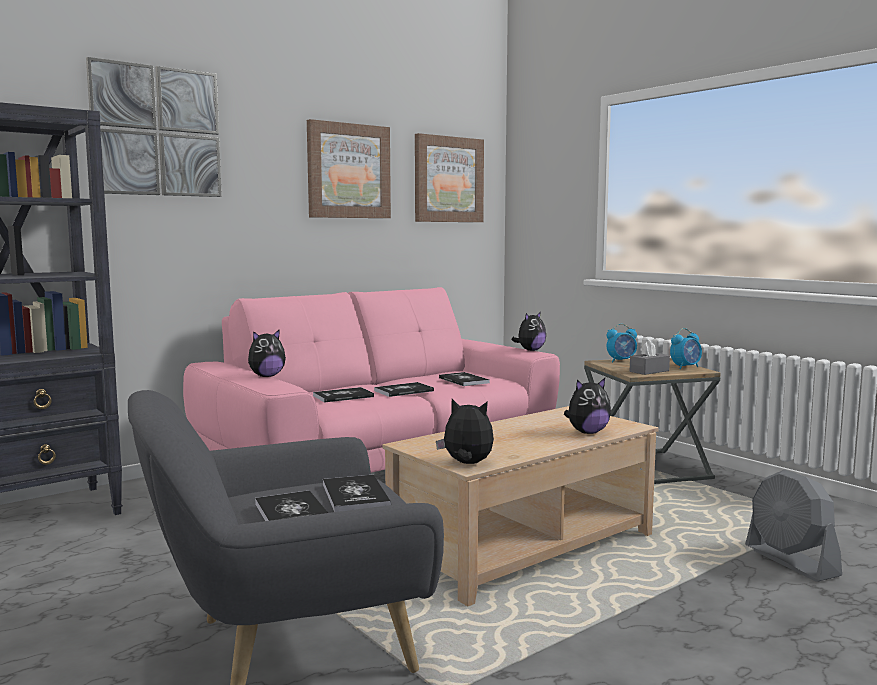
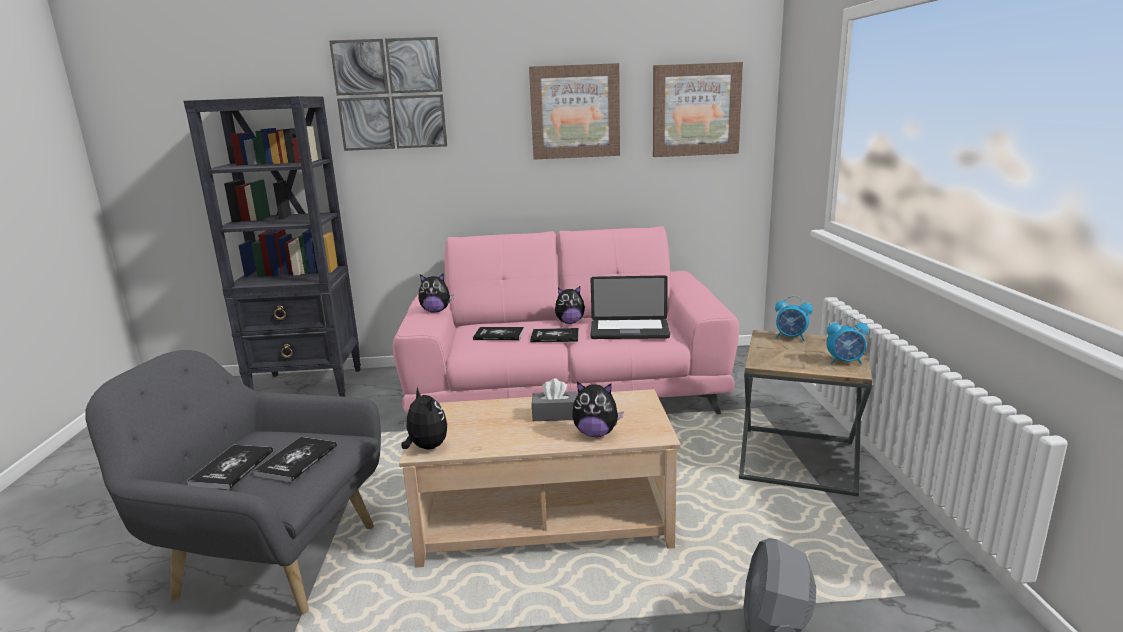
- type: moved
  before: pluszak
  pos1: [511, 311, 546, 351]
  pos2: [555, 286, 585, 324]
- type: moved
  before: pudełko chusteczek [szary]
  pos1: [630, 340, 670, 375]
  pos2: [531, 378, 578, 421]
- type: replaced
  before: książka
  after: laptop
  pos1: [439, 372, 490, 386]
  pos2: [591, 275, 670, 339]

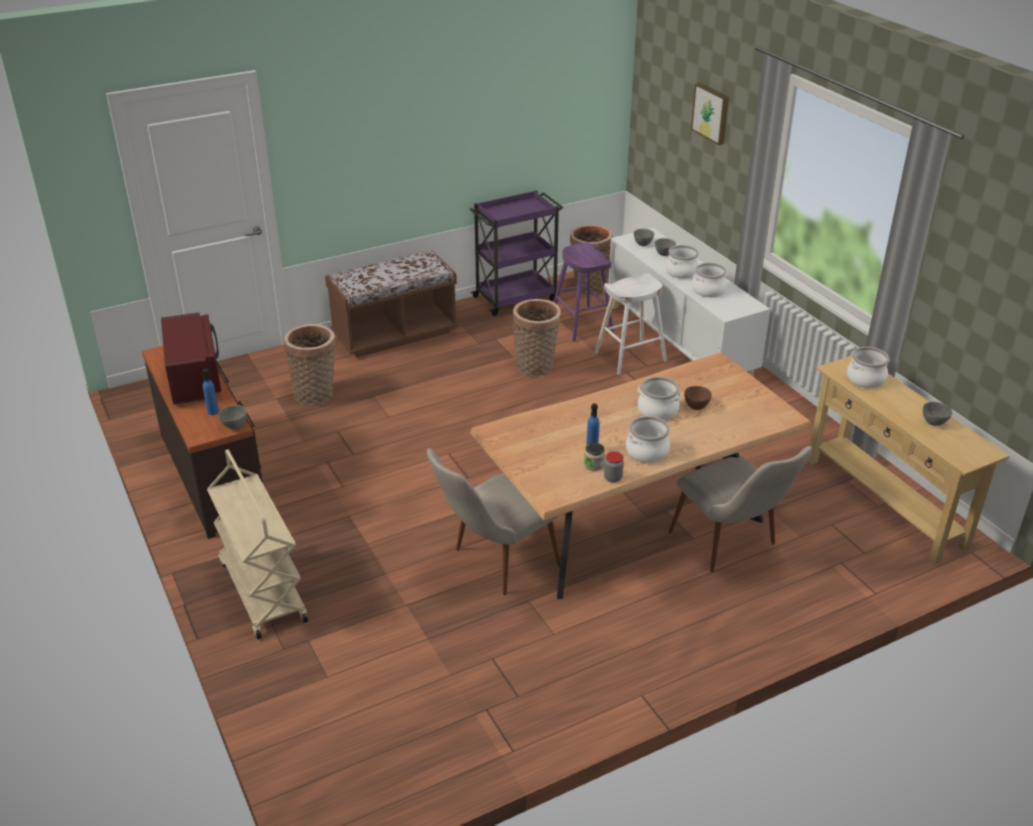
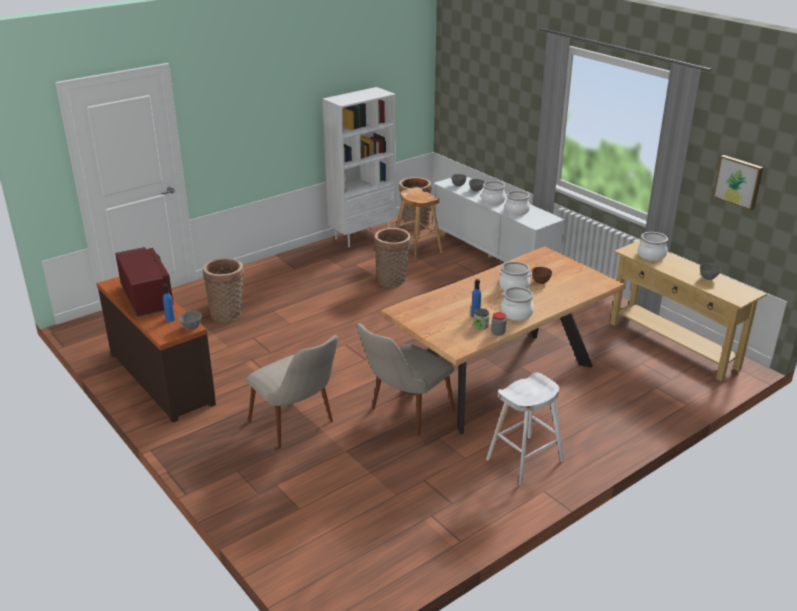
- type: moved
  before: obraz
  pos1: [691, 83, 729, 145]
  pos2: [713, 155, 763, 210]
- type: replaced
  before: wózek [fioletowy]
  after: regał [biały]
  pos1: [469, 190, 563, 316]
  pos2: [322, 87, 396, 247]
- type: recoloured
  before: stołek [fioletowy]
  after: stołek [brązowy]
  pos1: [554, 242, 614, 342]
  pos2: [396, 187, 443, 261]
- type: removed
  before: ławka [brązowy]
  pos1: [325, 251, 458, 357]
- type: moved
  before: stołek [biały]
  pos1: [594, 273, 667, 375]
  pos2: [486, 372, 564, 486]
- type: moved
  before: krzesło [beżowy]
  pos1: [669, 446, 812, 572]
  pos2: [246, 335, 338, 449]
- type: removed
  before: wózek [beżowy]
  pos1: [207, 450, 308, 639]

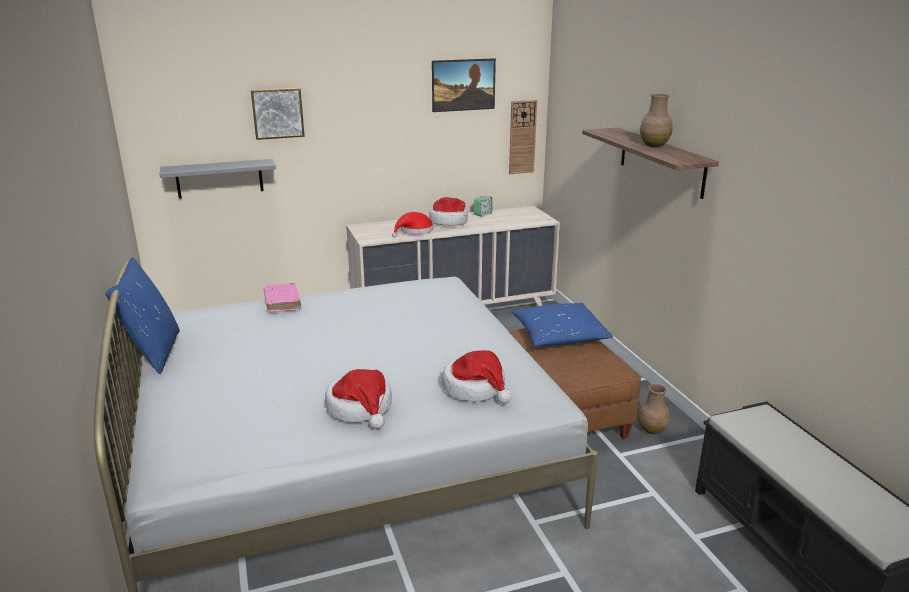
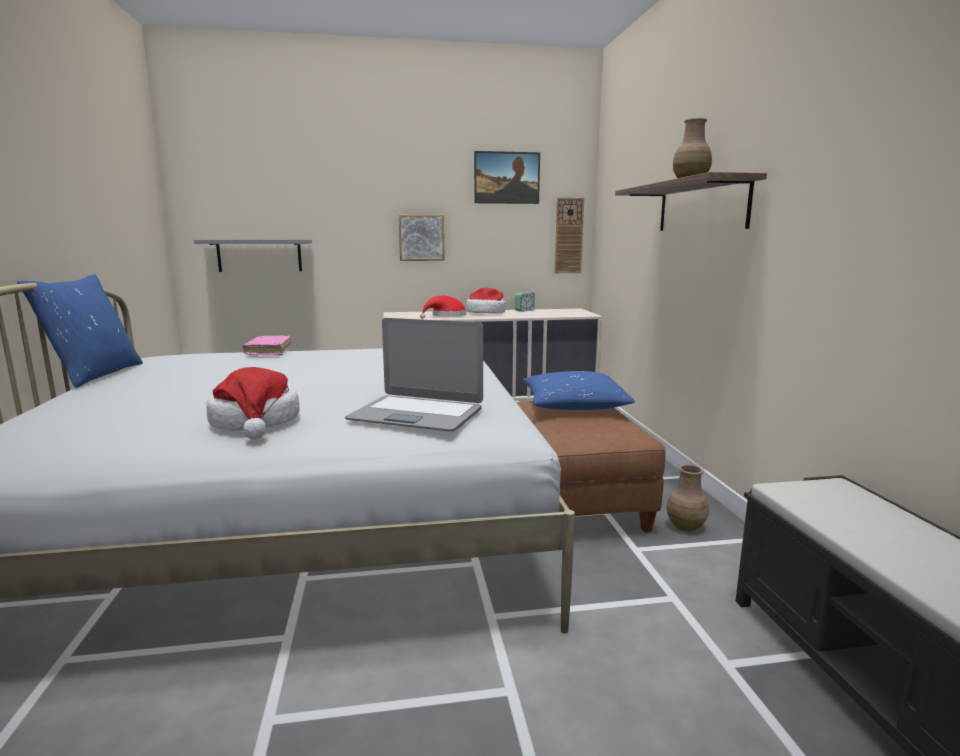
- type: moved
  before: obraz
  pos1: [251, 88, 305, 140]
  pos2: [399, 215, 445, 261]
- type: replaced
  before: kapelusz
  after: laptop
  pos1: [442, 350, 512, 404]
  pos2: [345, 318, 483, 432]

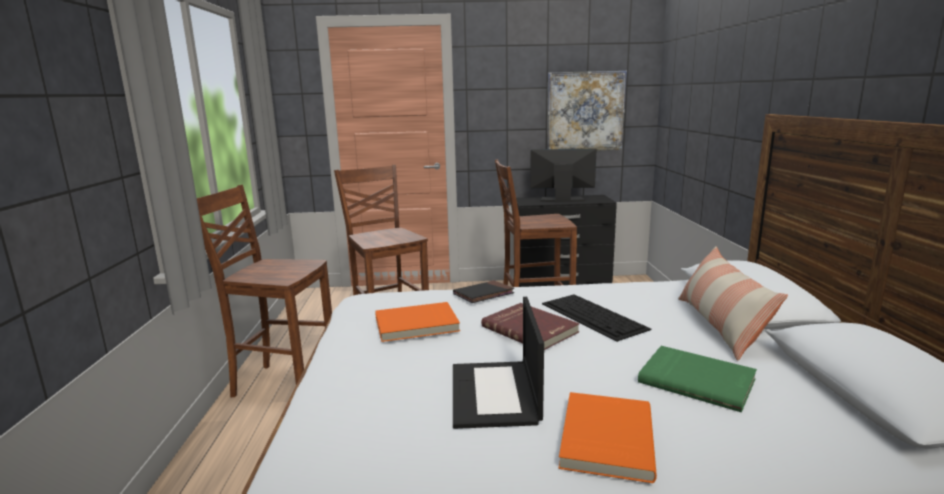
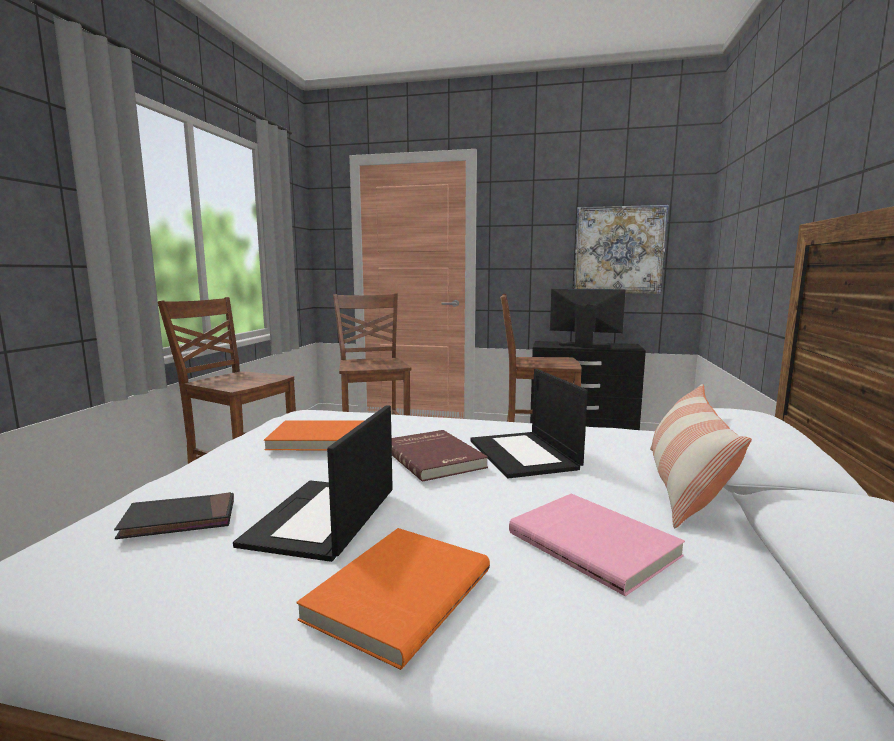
- type: moved
  before: książka [czarny]
  pos1: [453, 280, 514, 303]
  pos2: [114, 492, 234, 539]
- type: replaced
  before: klawiatura
  after: laptop
  pos1: [542, 295, 651, 342]
  pos2: [470, 369, 588, 478]
- type: recoloured
  before: książka [zielony]
  after: książka [różowy]
  pos1: [638, 346, 757, 412]
  pos2: [509, 494, 685, 596]

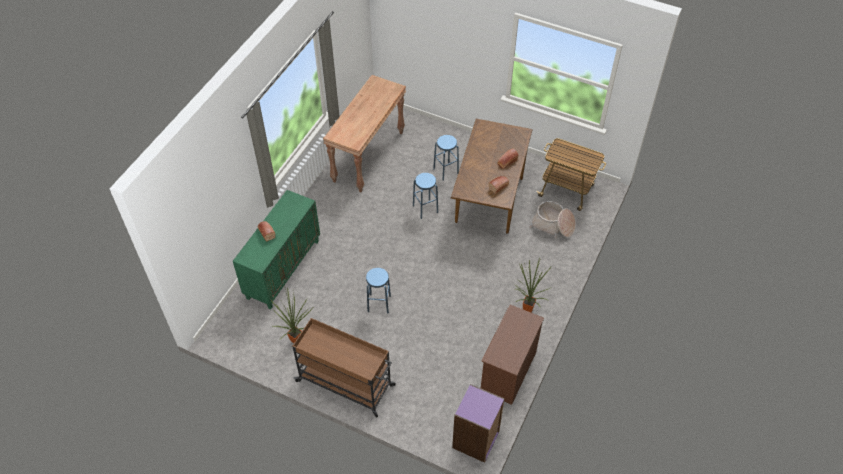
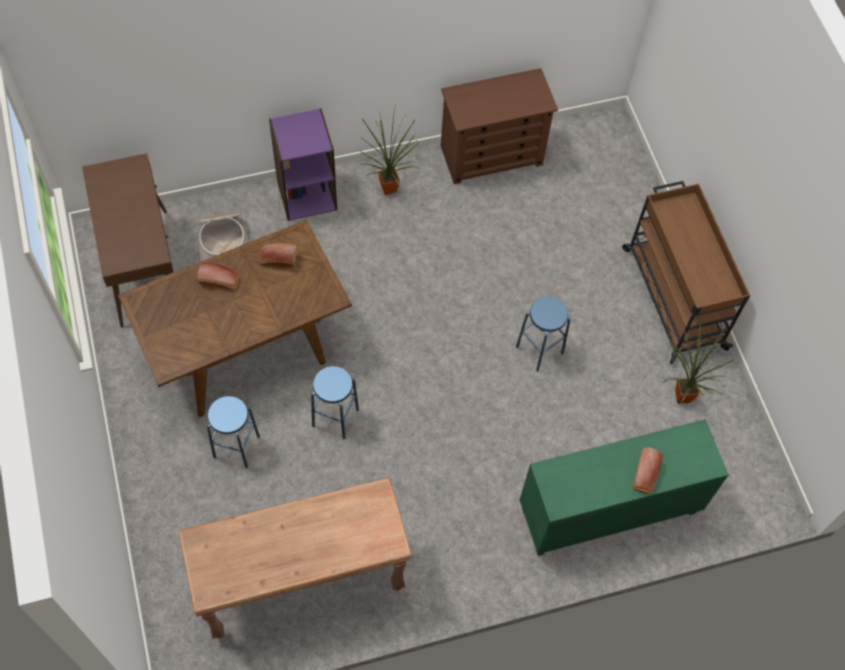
- type: replaced
  before: wózek
  after: stolik konsolowy [brązowy]
  pos1: [536, 138, 606, 211]
  pos2: [82, 153, 173, 327]
- type: moved
  before: regał [fioletowy]
  pos1: [452, 384, 505, 463]
  pos2: [269, 108, 337, 221]

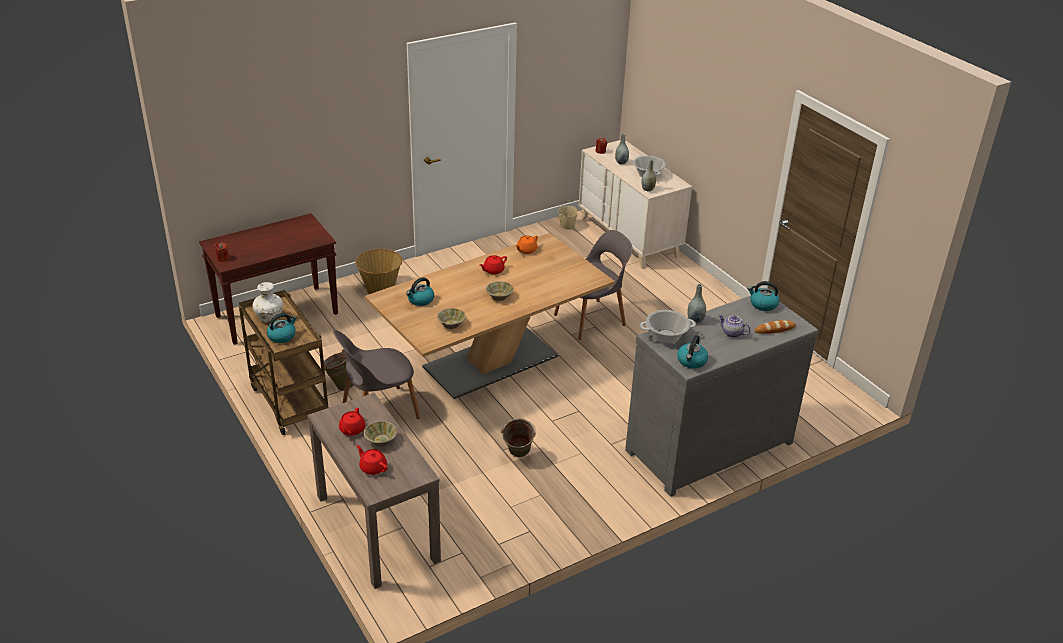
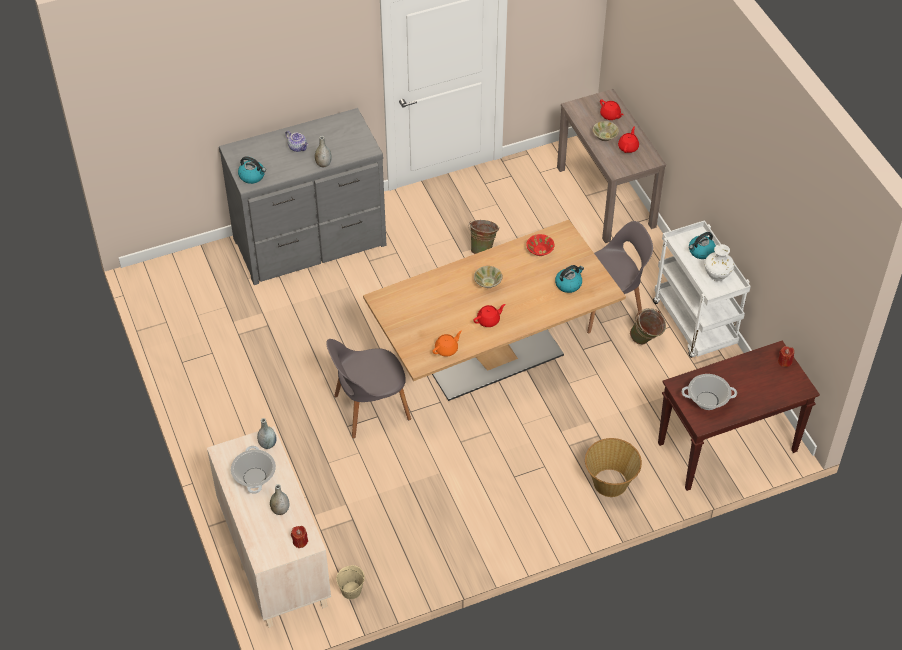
- type: recoloured
  before: wózek [brązowy]
  after: wózek [biały]
  pos1: [239, 290, 328, 435]
  pos2: [653, 220, 751, 358]
- type: recoloured
  before: miska [beżowy]
  after: miska [czerwony]
  pos1: [437, 308, 466, 329]
  pos2: [526, 234, 554, 256]
- type: moved
  before: garnek
  pos1: [640, 310, 696, 343]
  pos2: [682, 374, 737, 410]
- type: removed
  before: chleb
  pos1: [755, 320, 796, 334]
- type: removed
  before: czajnik
  pos1: [677, 335, 708, 369]

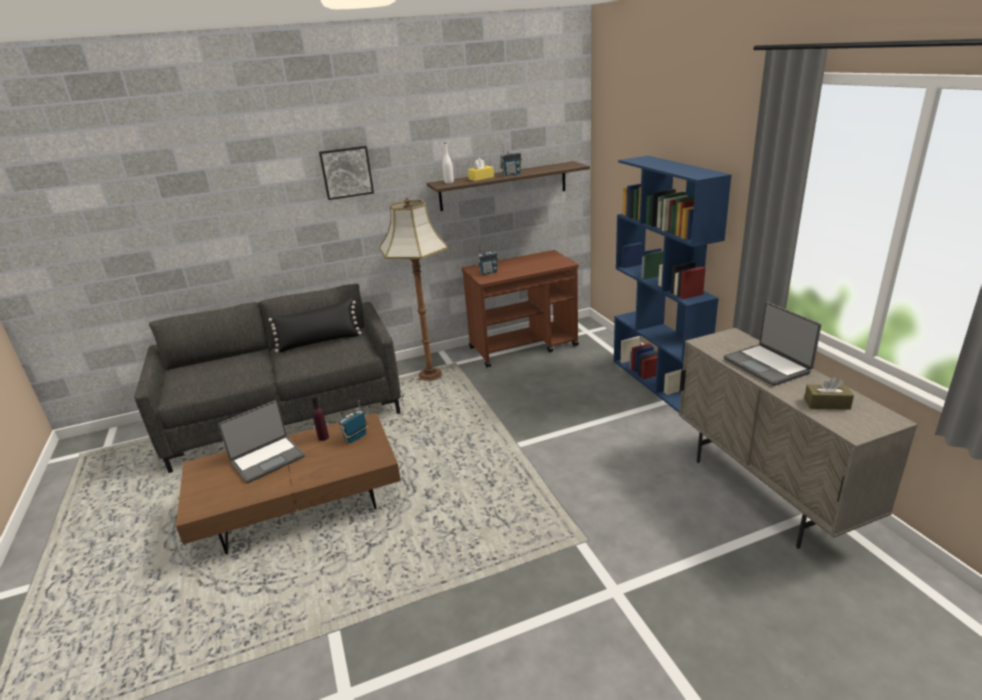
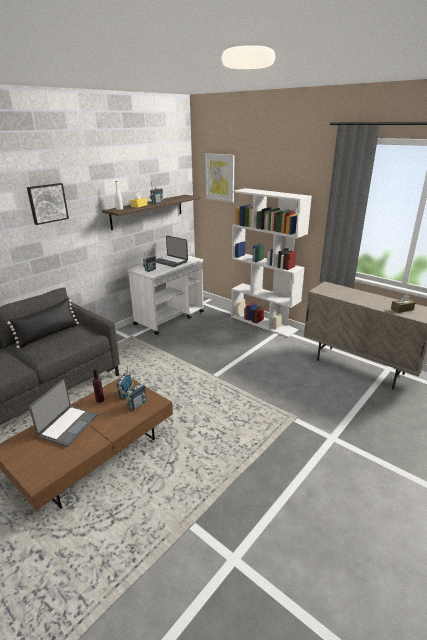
- type: recoloured
  before: regał [niebieski]
  after: regał [biały]
  pos1: [614, 156, 732, 413]
  pos2: [231, 188, 312, 338]
- type: removed
  before: lampa stojąca
  pos1: [379, 198, 449, 381]
- type: recoloured
  before: wózek [brązowy]
  after: wózek [biały]
  pos1: [462, 250, 579, 368]
  pos2: [127, 255, 204, 335]
- type: moved
  before: laptop
  pos1: [724, 302, 821, 386]
  pos2: [156, 236, 188, 267]
- type: added
  after: obraz
  pos2: [205, 153, 235, 203]
- type: added
  after: radio
  pos2: [125, 383, 146, 410]

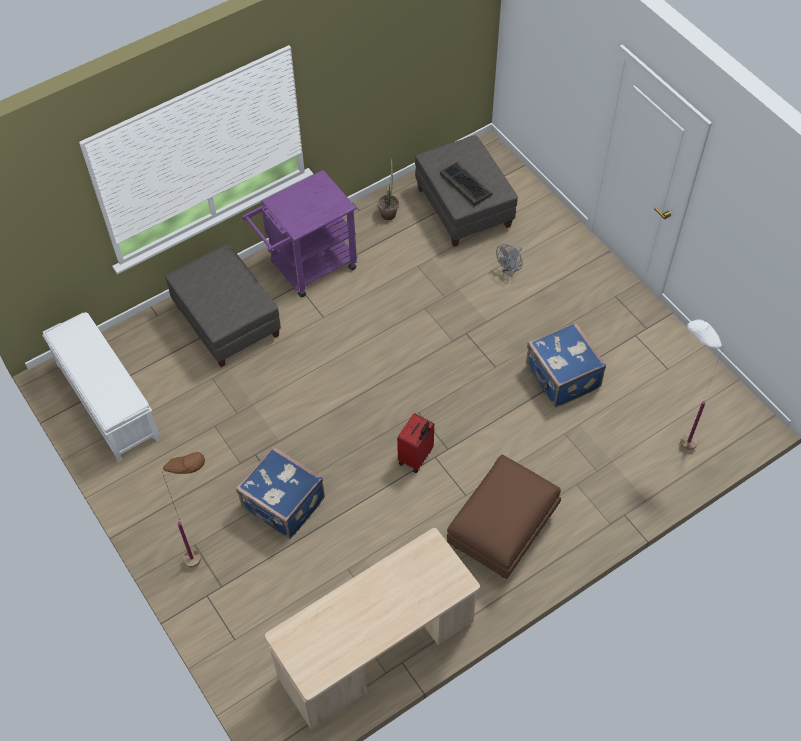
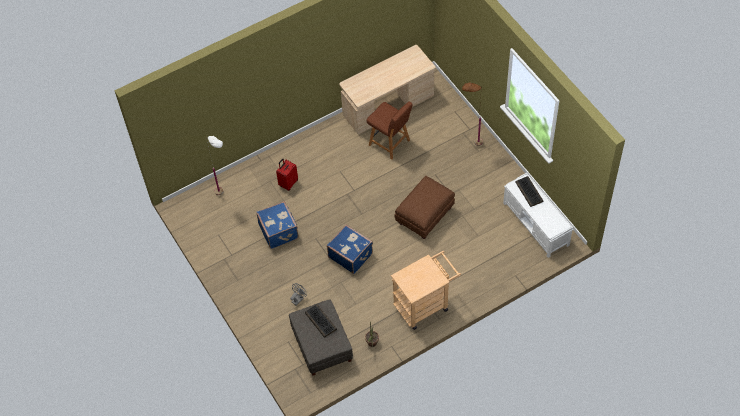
- type: recoloured
  before: wózek [fioletowy]
  after: wózek [beżowy]
  pos1: [242, 170, 358, 297]
  pos2: [391, 251, 461, 330]
- type: removed
  before: pufa [szary]
  pos1: [165, 244, 281, 367]
- type: moved
  before: walizka [czerwony]
  pos1: [397, 413, 434, 473]
  pos2: [276, 158, 298, 191]
- type: moved
  before: walizka [niebieski]
  pos1: [236, 447, 325, 539]
  pos2: [327, 224, 373, 274]
- type: moved
  before: pufa [brązowy]
  pos1: [447, 455, 561, 579]
  pos2: [394, 176, 455, 239]
- type: added
  after: krzesło [brązowy]
  pos2: [366, 102, 413, 160]
- type: added
  after: klawiatura
  pos2: [515, 176, 544, 207]

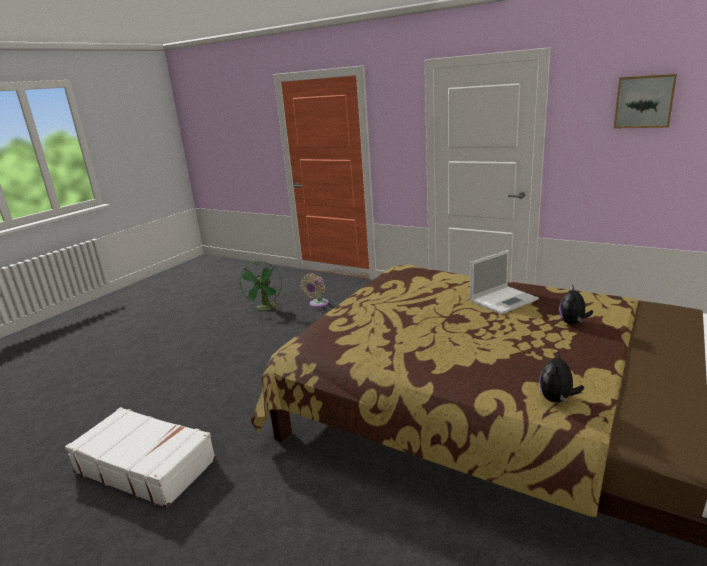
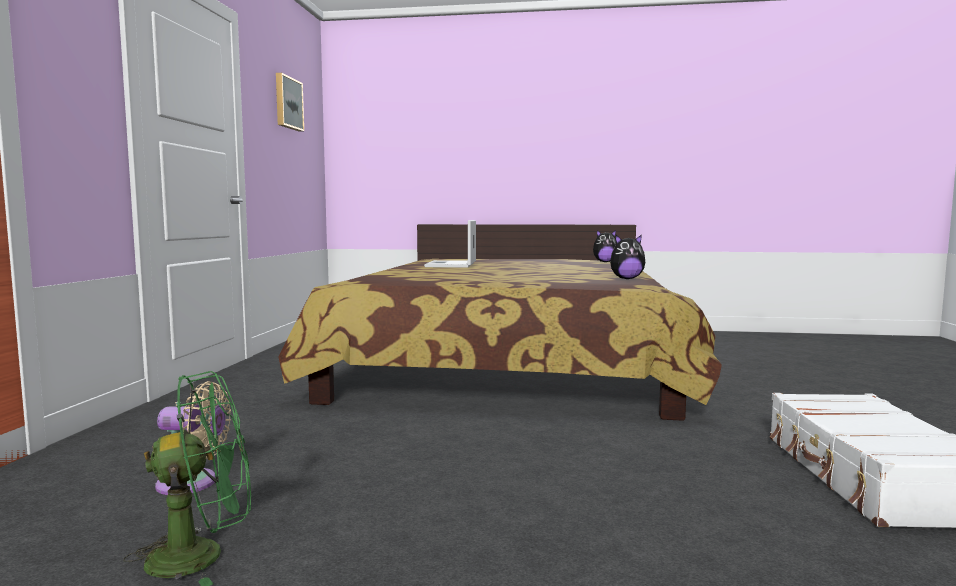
- type: turned
  before: laptop
  pos1: [470, 250, 539, 315]
  pos2: [424, 220, 476, 268]
  turn: -120
- type: moved
  before: pluszak
  pos1: [559, 284, 593, 325]
  pos2: [610, 235, 645, 279]

